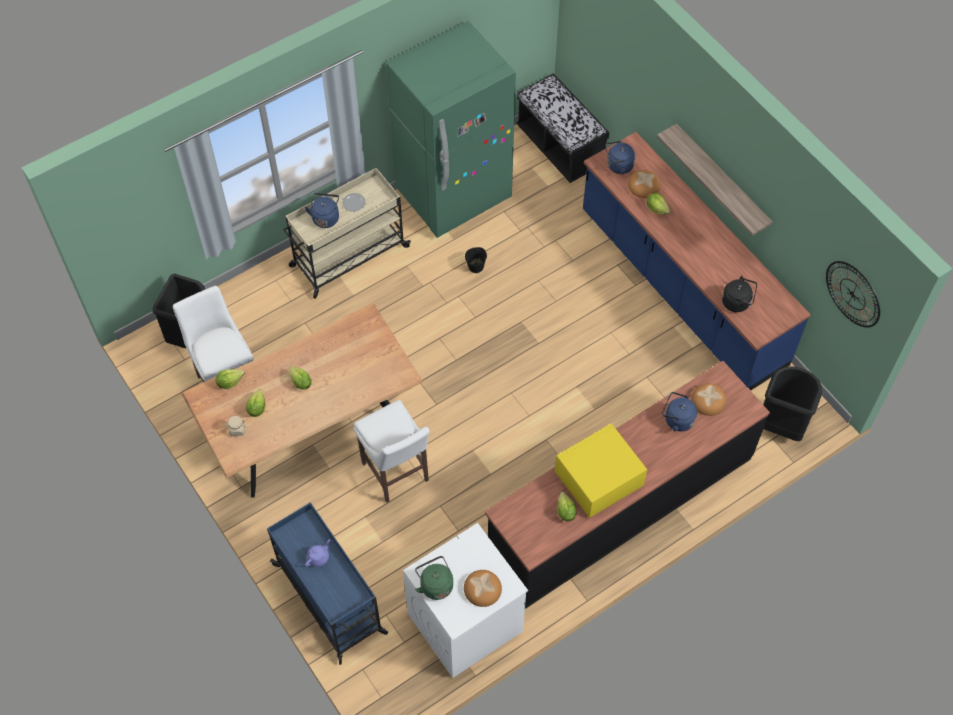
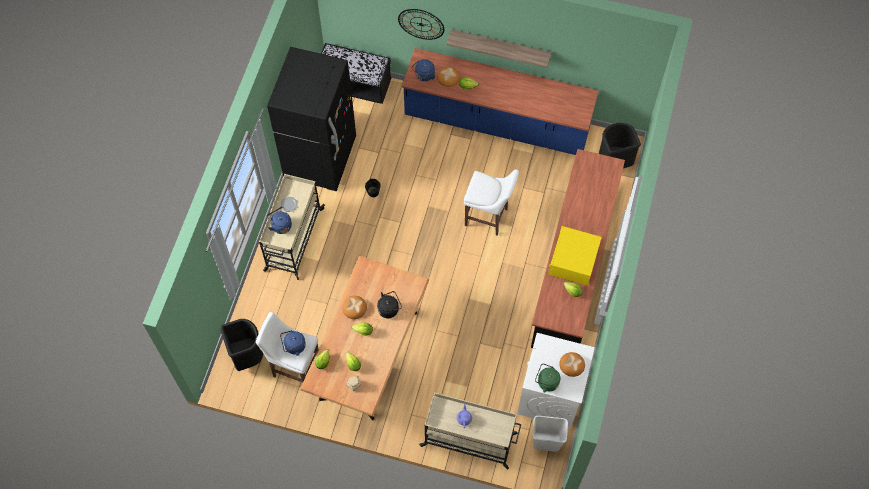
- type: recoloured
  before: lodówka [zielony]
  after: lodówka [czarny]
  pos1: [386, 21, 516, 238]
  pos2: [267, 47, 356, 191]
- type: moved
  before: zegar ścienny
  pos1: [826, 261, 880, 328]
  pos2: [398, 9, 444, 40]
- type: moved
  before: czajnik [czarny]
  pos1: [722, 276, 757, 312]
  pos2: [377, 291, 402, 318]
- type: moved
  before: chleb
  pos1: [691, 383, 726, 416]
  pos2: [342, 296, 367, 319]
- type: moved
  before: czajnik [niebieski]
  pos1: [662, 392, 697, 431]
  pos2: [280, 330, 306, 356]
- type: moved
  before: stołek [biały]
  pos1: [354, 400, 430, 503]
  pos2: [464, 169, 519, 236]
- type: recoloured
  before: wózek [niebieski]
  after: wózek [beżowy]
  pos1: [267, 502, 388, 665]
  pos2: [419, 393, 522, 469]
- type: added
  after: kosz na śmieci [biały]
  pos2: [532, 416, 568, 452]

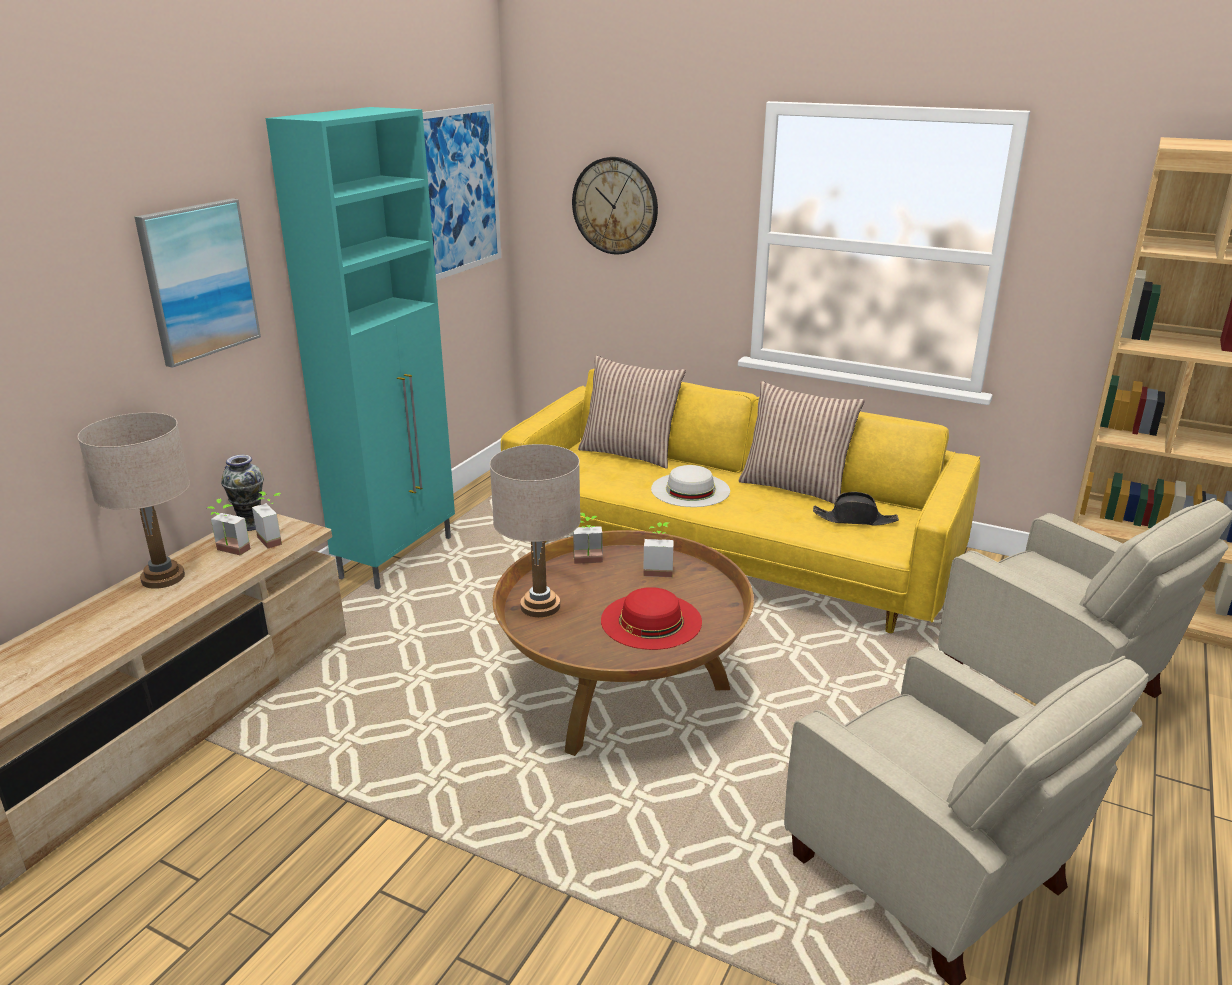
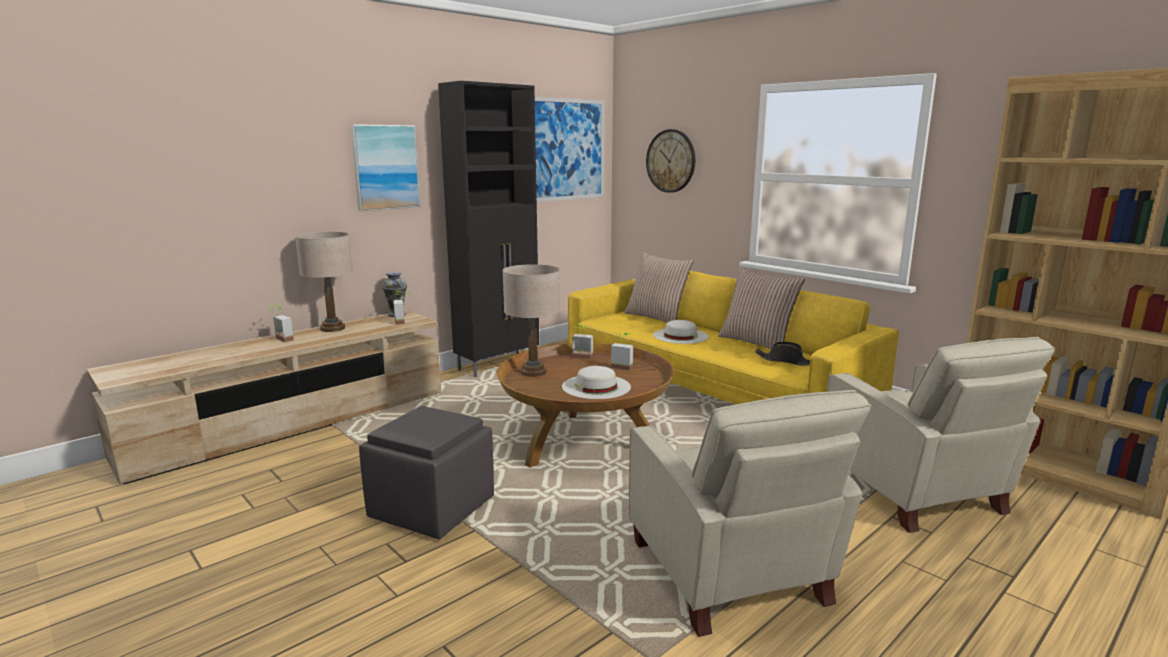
- type: recoloured
  before: szafka [turkusowy]
  after: szafka [czarny]
  pos1: [266, 107, 455, 589]
  pos2: [438, 81, 539, 377]
- type: moved
  before: roślina doniczkowa
  pos1: [207, 499, 251, 556]
  pos2: [270, 304, 294, 342]
- type: recoloured
  before: kapelusz [czerwony]
  after: kapelusz [biały]
  pos1: [601, 587, 702, 650]
  pos2: [562, 366, 631, 399]
- type: added
  after: pufa [szary]
  pos2: [359, 406, 494, 539]

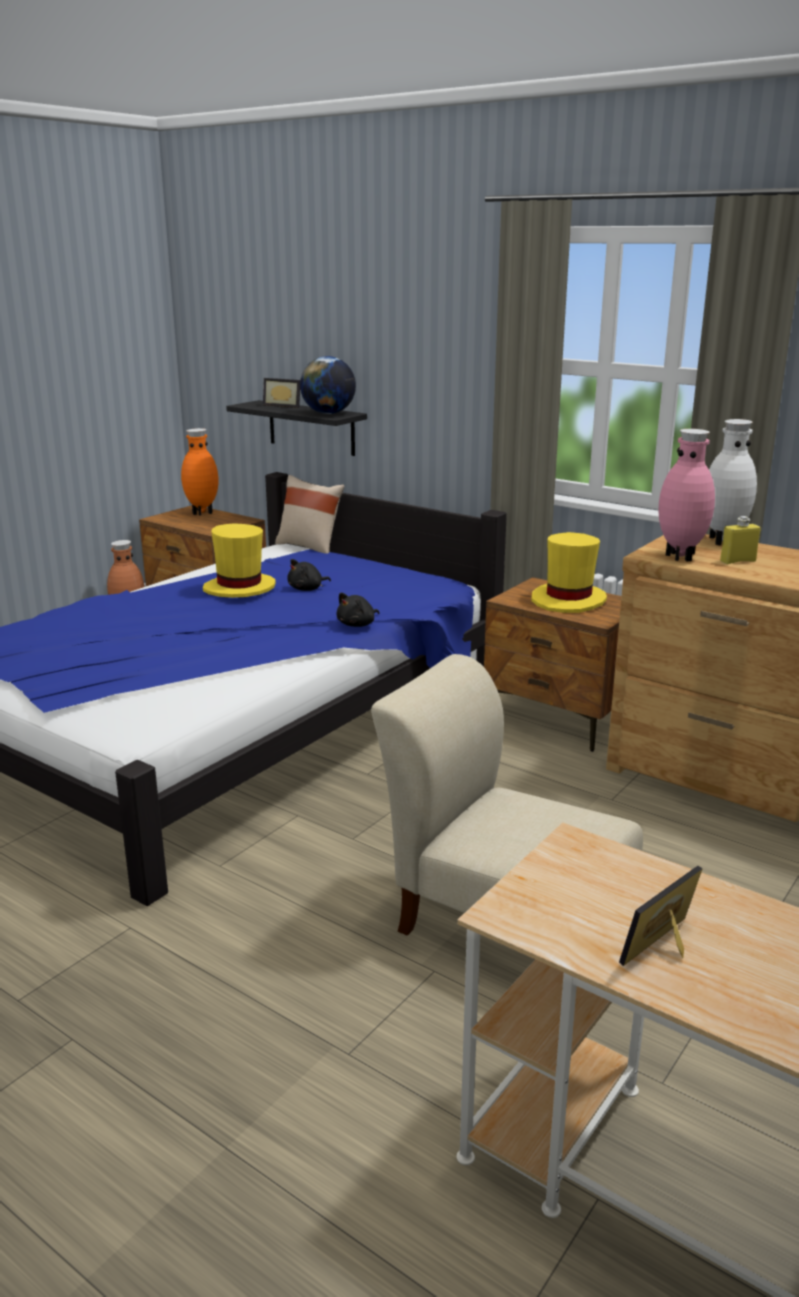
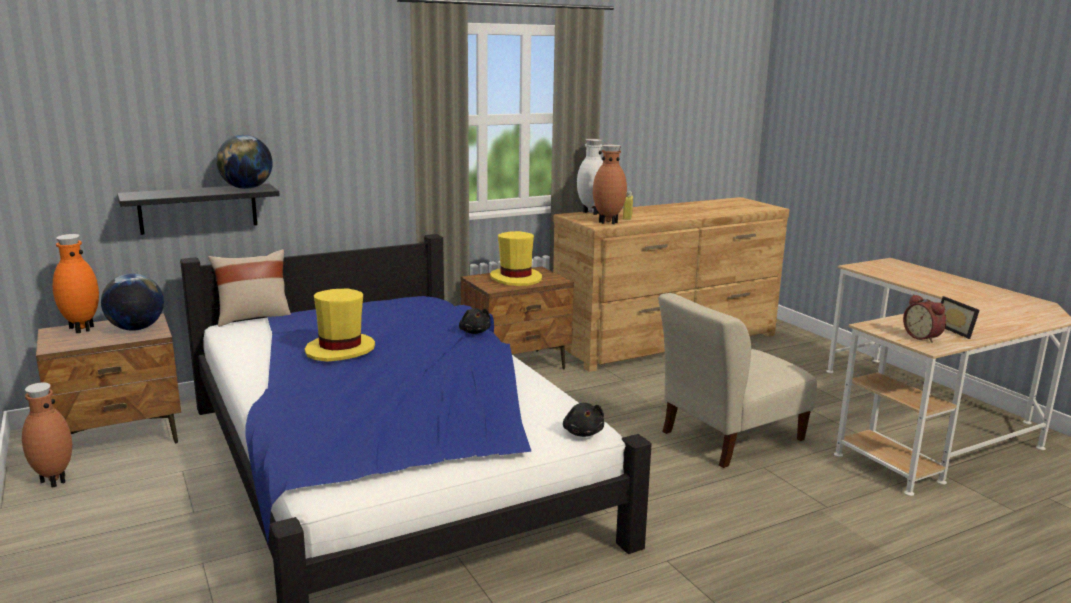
- type: removed
  before: ramka na zdjęcie
  pos1: [263, 378, 300, 408]
- type: recoloured
  before: wazon [różowy]
  after: wazon [brązowy]
  pos1: [658, 429, 715, 561]
  pos2: [593, 145, 627, 224]
- type: moved
  before: pluszak [czarny]
  pos1: [287, 559, 331, 591]
  pos2: [563, 403, 604, 437]
- type: added
  after: globus
  pos2: [101, 273, 164, 331]
- type: added
  after: budzik
  pos2: [903, 294, 946, 343]

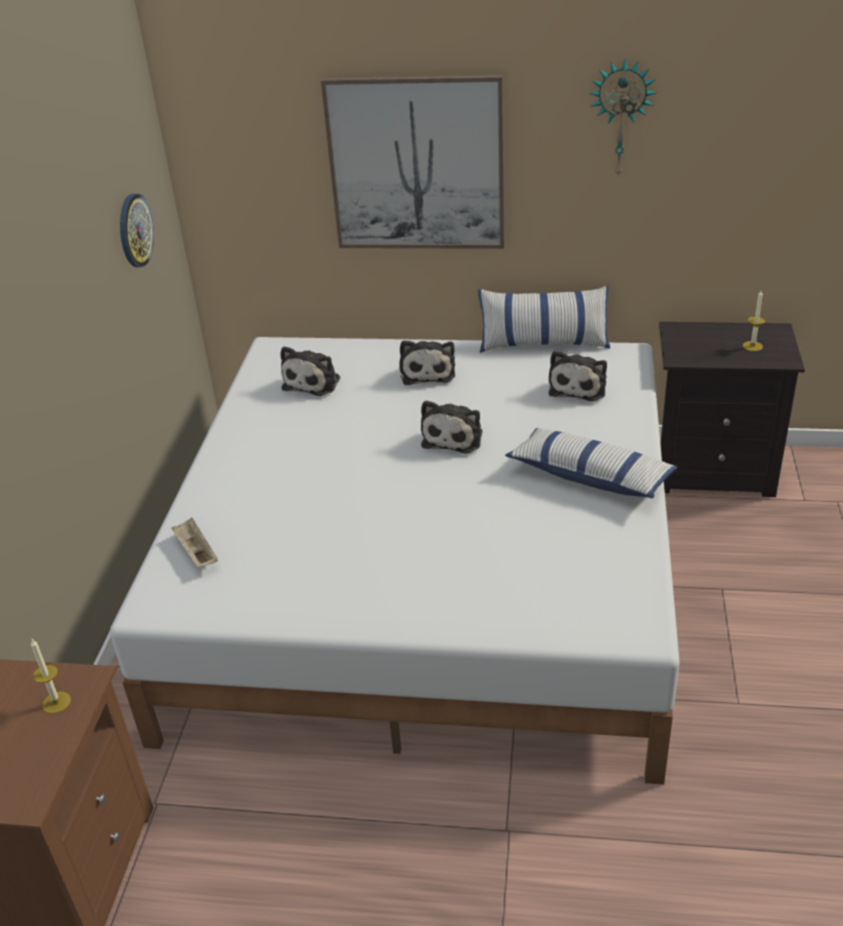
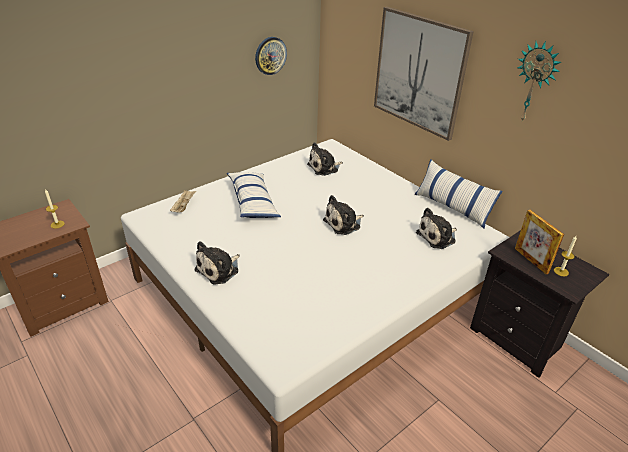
- type: moved
  before: pluszak
  pos1: [399, 340, 455, 385]
  pos2: [195, 241, 240, 285]
- type: moved
  before: poduszka
  pos1: [505, 428, 678, 498]
  pos2: [227, 172, 281, 218]
- type: added
  after: ramka na zdjęcie
  pos2: [515, 210, 564, 274]

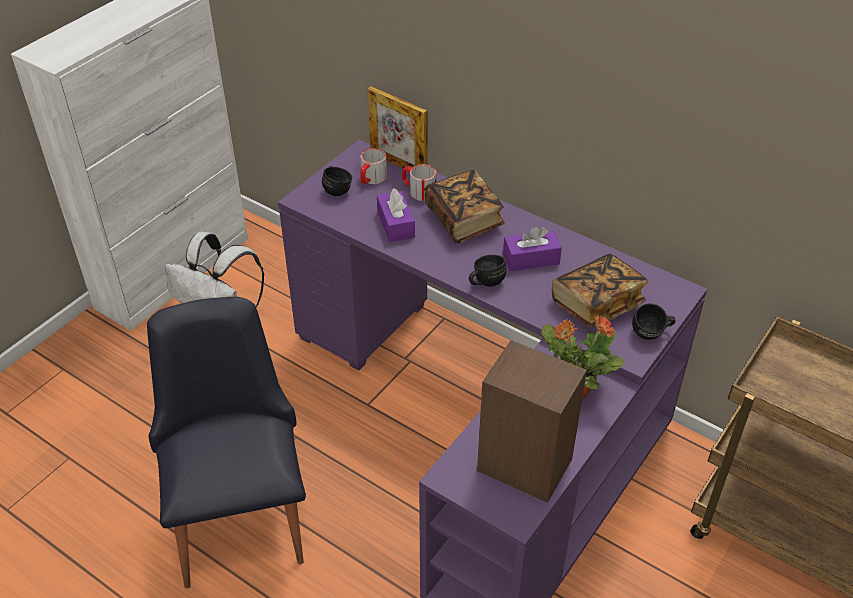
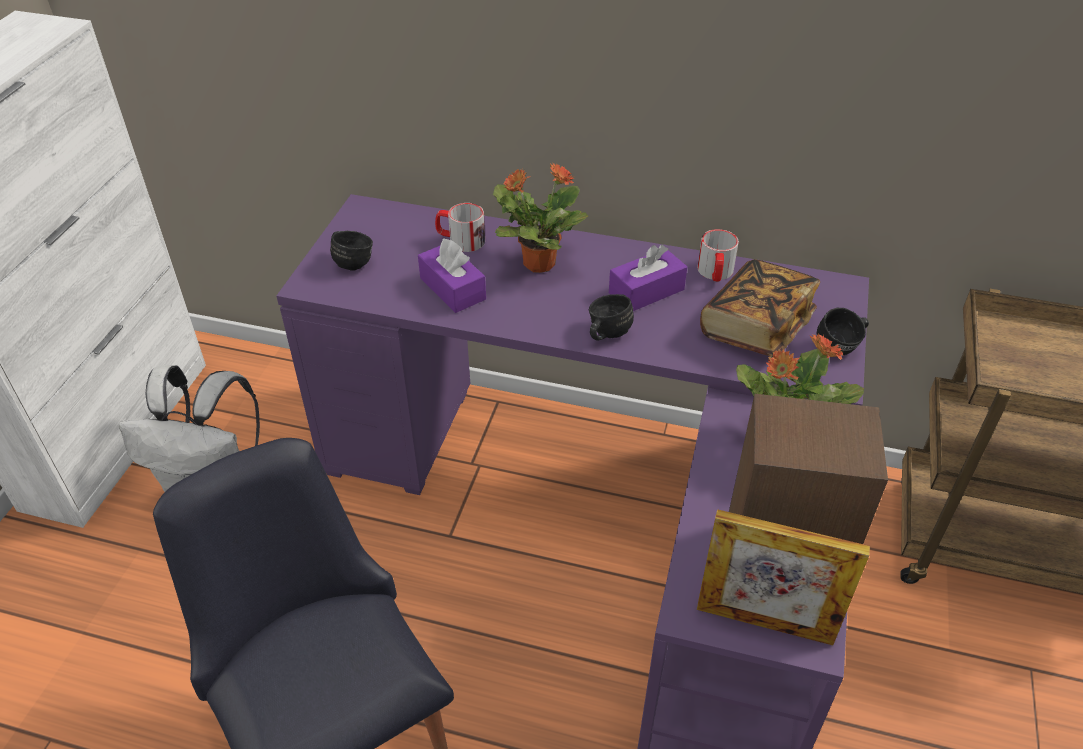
- type: moved
  before: ramka na zdjęcie
  pos1: [367, 86, 427, 169]
  pos2: [697, 509, 870, 645]
- type: moved
  before: kubek
  pos1: [360, 148, 387, 184]
  pos2: [697, 229, 739, 282]
- type: replaced
  before: książka
  after: roślina doniczkowa
  pos1: [425, 170, 505, 243]
  pos2: [493, 163, 588, 273]

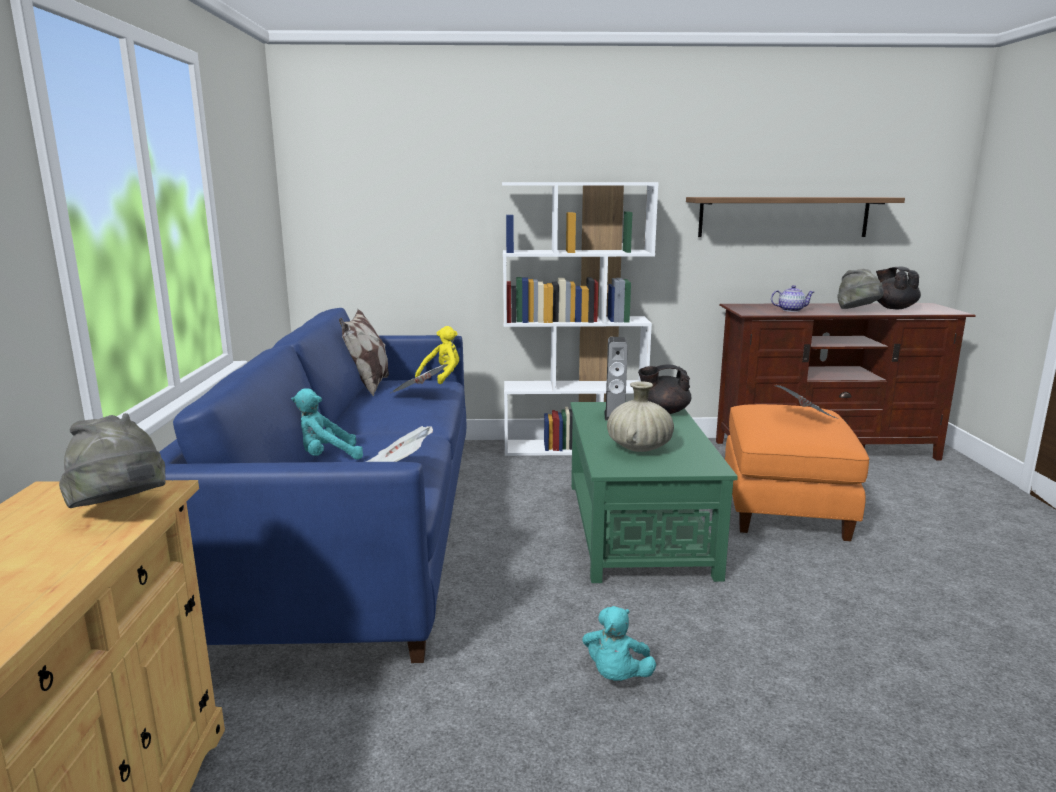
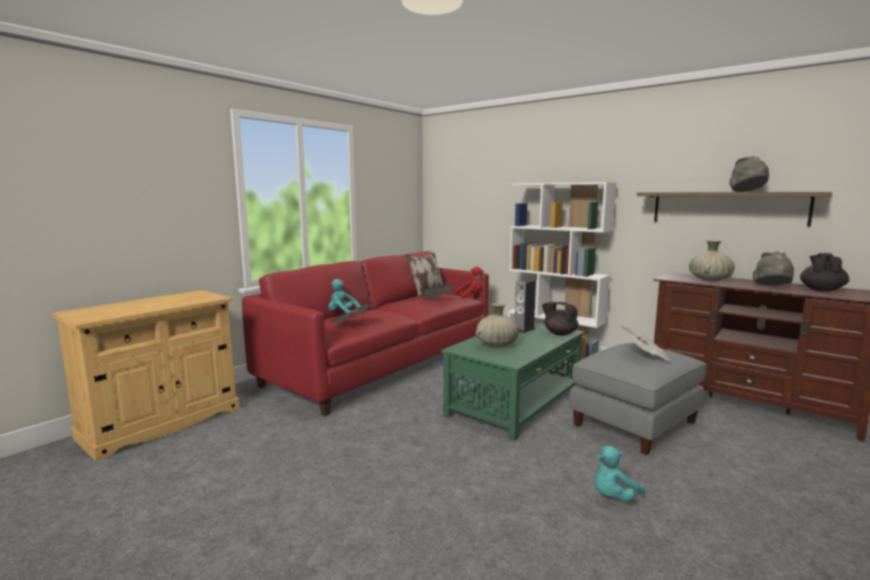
- type: replaced
  before: imbryk
  after: wazon [beżowy]
  pos1: [771, 285, 814, 312]
  pos2: [689, 240, 735, 282]
- type: recoloured
  before: kanapa [niebieski]
  after: kanapa [czerwony]
  pos1: [160, 308, 466, 663]
  pos2: [242, 251, 489, 416]
- type: recoloured
  before: pluszak [żółty]
  after: pluszak [czerwony]
  pos1: [415, 326, 459, 384]
  pos2: [456, 267, 484, 299]
- type: recoloured
  before: pufa [pomarańczowy]
  after: pufa [szary]
  pos1: [725, 404, 869, 541]
  pos2: [569, 343, 706, 455]
- type: moved
  before: kapelusz [szary]
  pos1: [59, 413, 166, 508]
  pos2: [730, 156, 769, 192]
- type: moved
  before: pluszak [turkusowy]
  pos1: [582, 606, 656, 681]
  pos2: [595, 446, 645, 502]

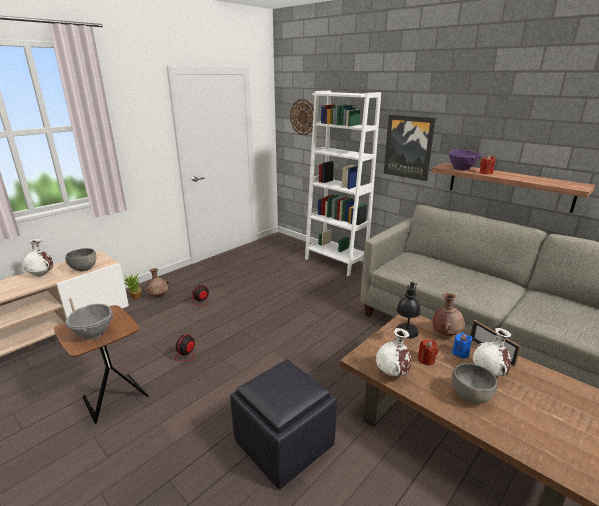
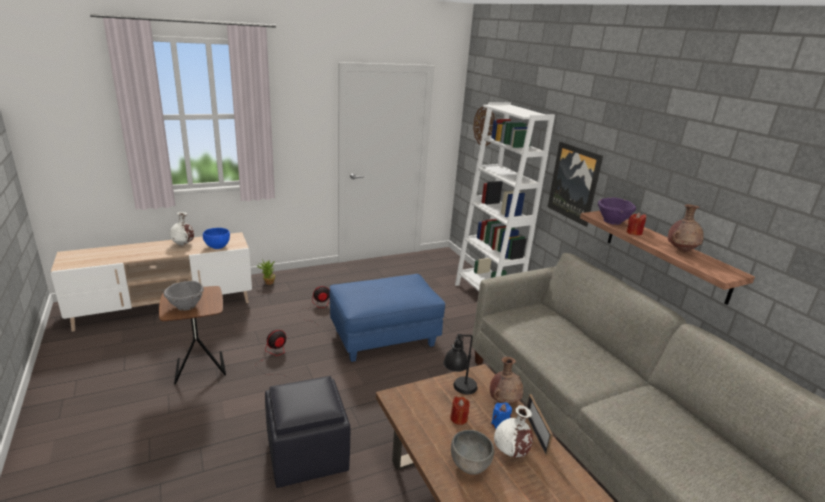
- type: recoloured
  before: miska [szary]
  after: miska [niebieski]
  pos1: [65, 248, 96, 271]
  pos2: [203, 228, 230, 249]
- type: moved
  before: wazon [brązowy]
  pos1: [145, 268, 169, 297]
  pos2: [668, 204, 704, 252]
- type: removed
  before: wazon [biały]
  pos1: [376, 328, 411, 376]
- type: added
  after: pufa [niebieski]
  pos2: [329, 274, 445, 362]

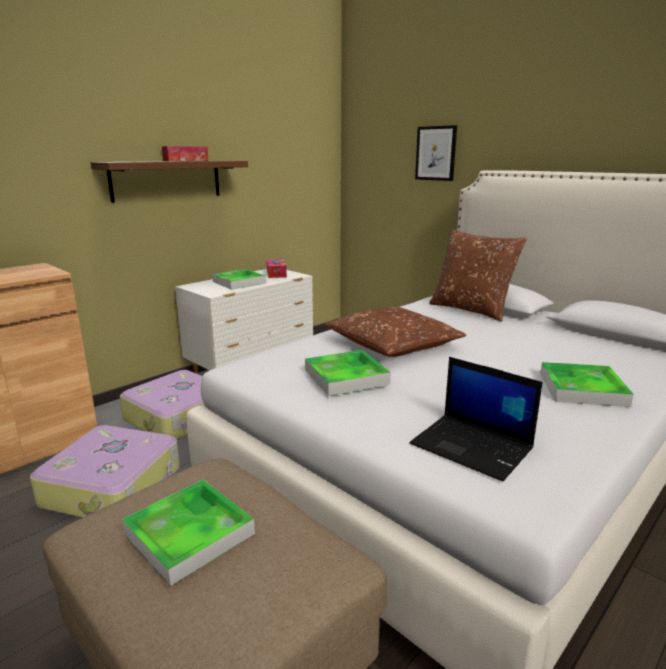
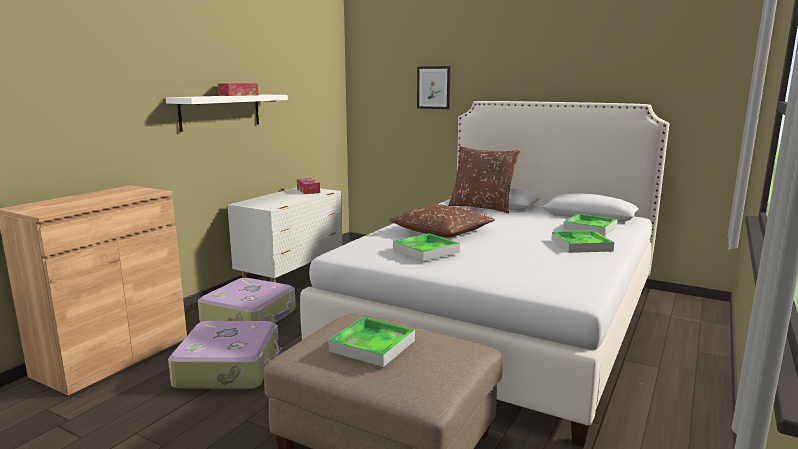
- type: recoloured
  before: półka [brązowy]
  after: półka [biały]
  pos1: [91, 161, 248, 203]
  pos2: [166, 95, 288, 132]
- type: moved
  before: taca
  pos1: [212, 269, 266, 289]
  pos2: [563, 214, 617, 235]
- type: removed
  before: laptop
  pos1: [410, 357, 543, 482]

